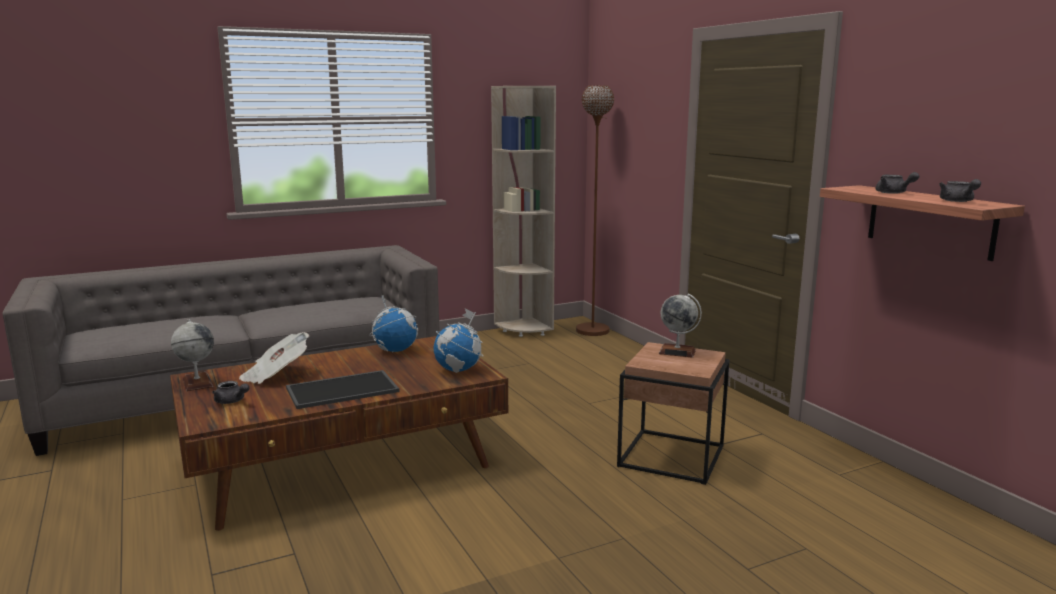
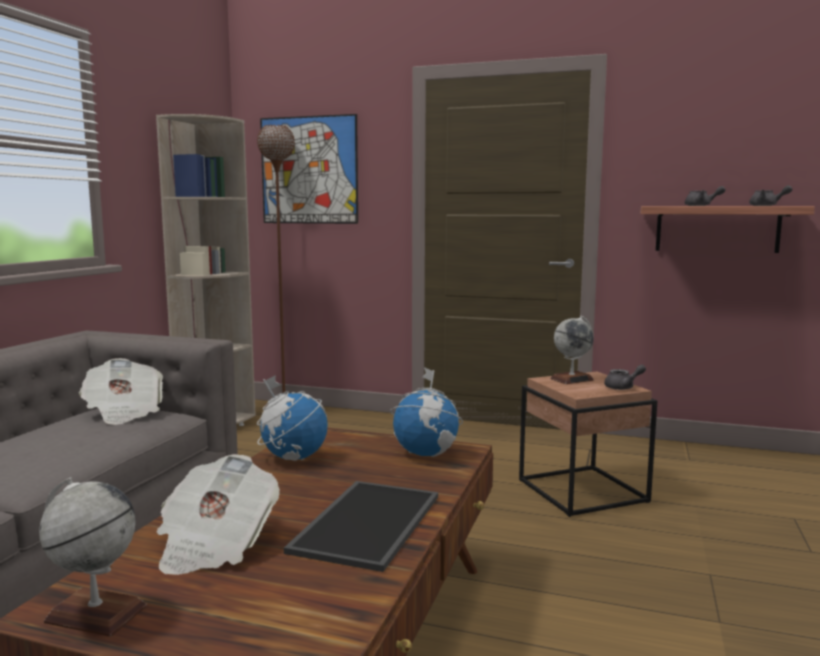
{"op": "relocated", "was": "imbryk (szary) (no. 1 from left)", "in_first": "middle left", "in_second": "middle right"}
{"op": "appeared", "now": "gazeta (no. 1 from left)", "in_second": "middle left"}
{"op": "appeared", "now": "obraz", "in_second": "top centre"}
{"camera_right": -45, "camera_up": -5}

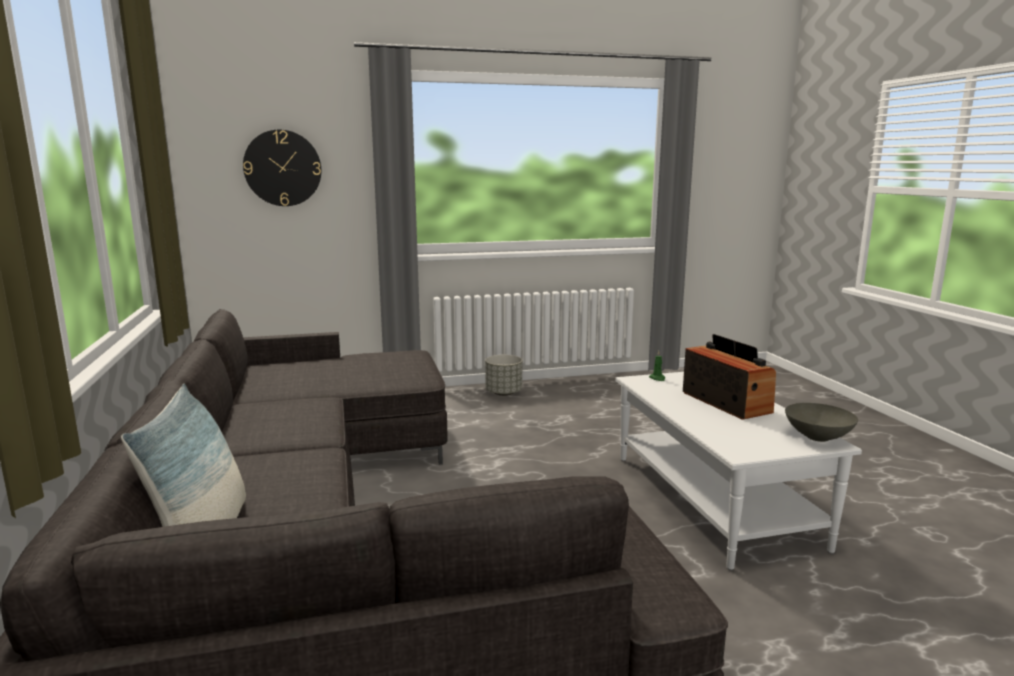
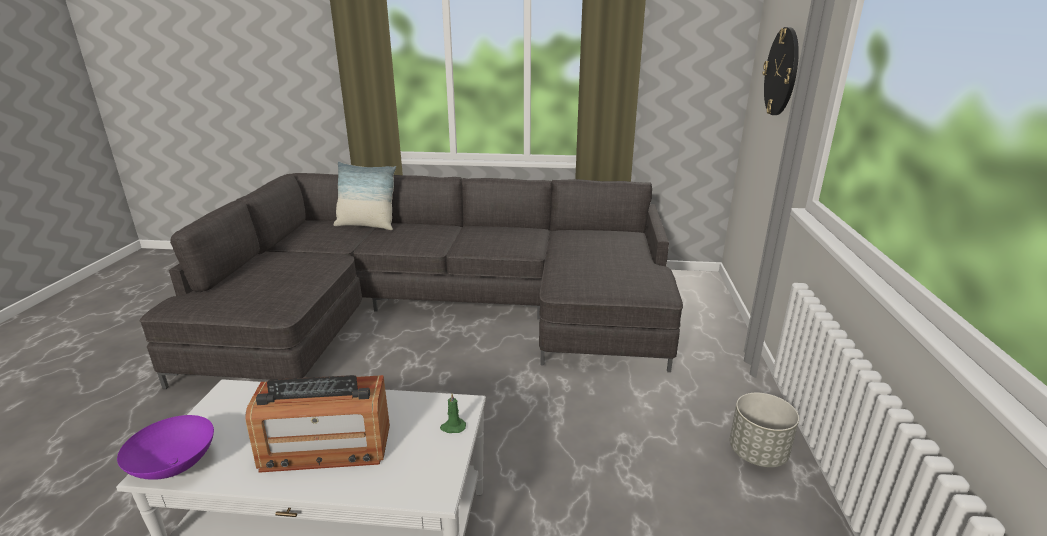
{"op": "colour", "was": "miska (szary)", "now": "miska (fioletowy)", "in_first": "middle right", "in_second": "bottom left"}
{"camera_right": 110, "camera_up": 10}

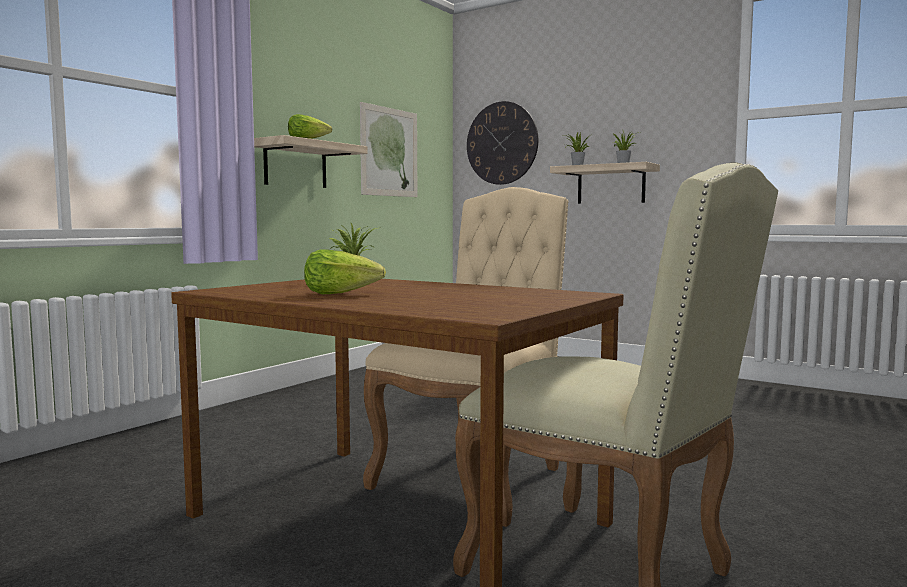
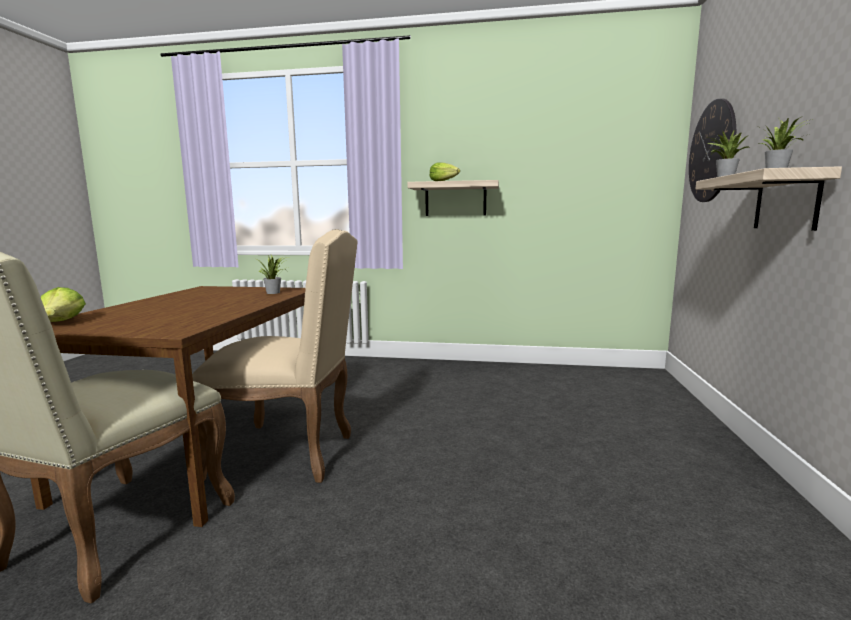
{"op": "relocated", "was": "sałata (no. 2 from left in the first image)", "now": "sałata (no. 1 from left)", "in_first": "centre", "in_second": "middle left"}
{"op": "missing", "was": "obraz", "in_first": "top centre"}
{"camera_right": 65, "camera_up": 5}

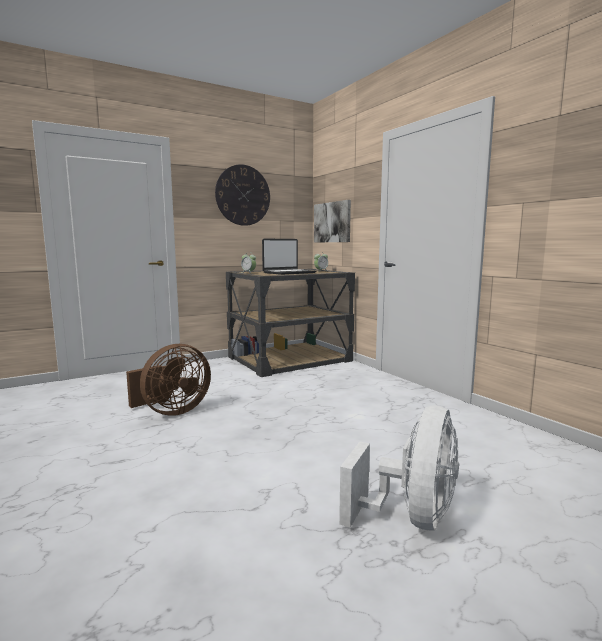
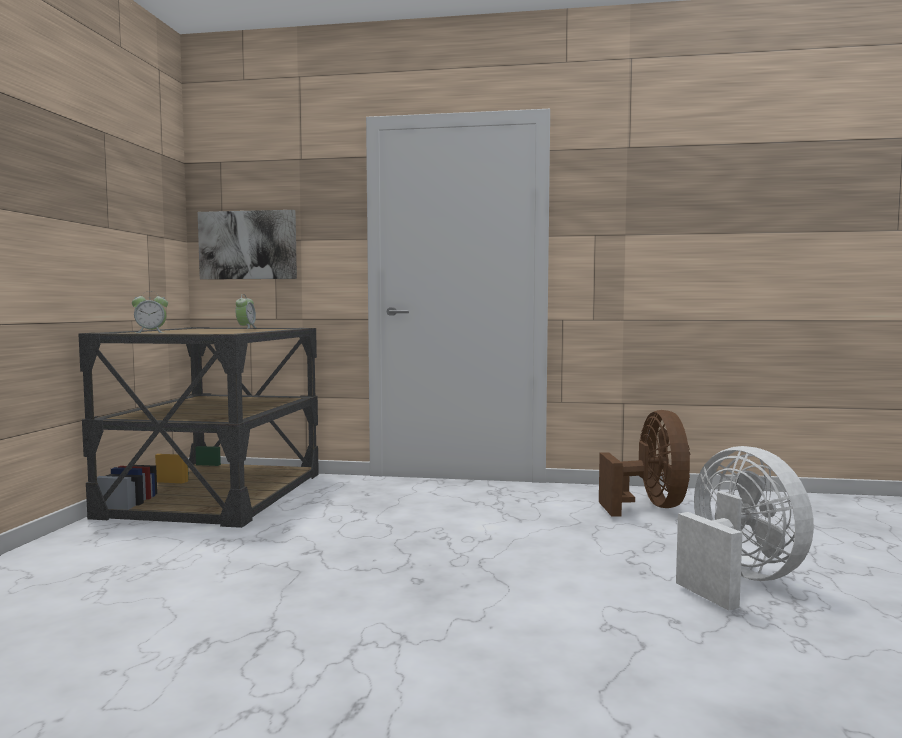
{"op": "relocated", "was": "wentylator (brązowy)", "in_first": "middle left", "in_second": "middle right"}
{"op": "missing", "was": "zegar ścienny", "in_first": "top centre"}
{"op": "missing", "was": "laptop", "in_first": "centre"}
{"camera_right": -50, "camera_up": -5}

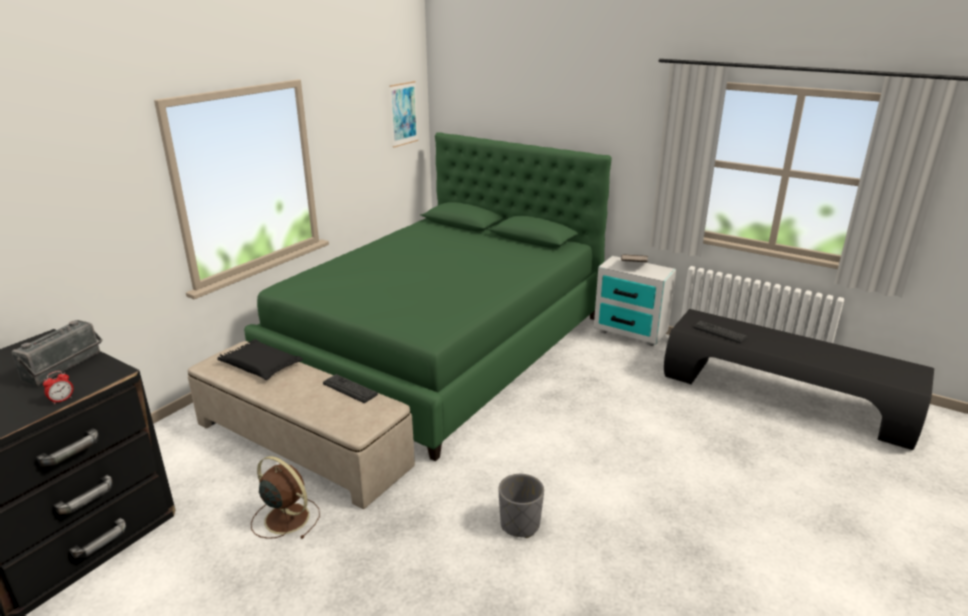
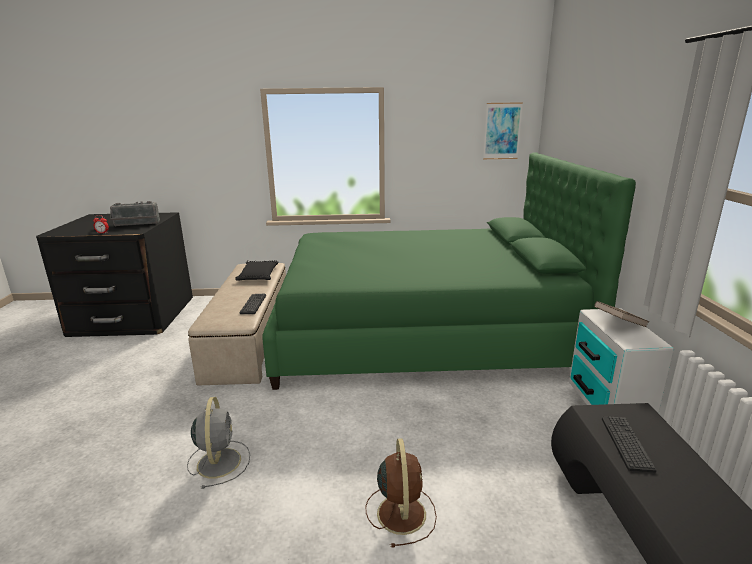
{"op": "relocated", "was": "wentylator (brązowy)", "in_first": "bottom left", "in_second": "bottom centre"}
{"op": "exchanged", "was": "donica (szary)", "now": "wentylator (szary)", "in_first": "bottom centre", "in_second": "bottom left"}
{"camera_right": 55, "camera_up": -5}

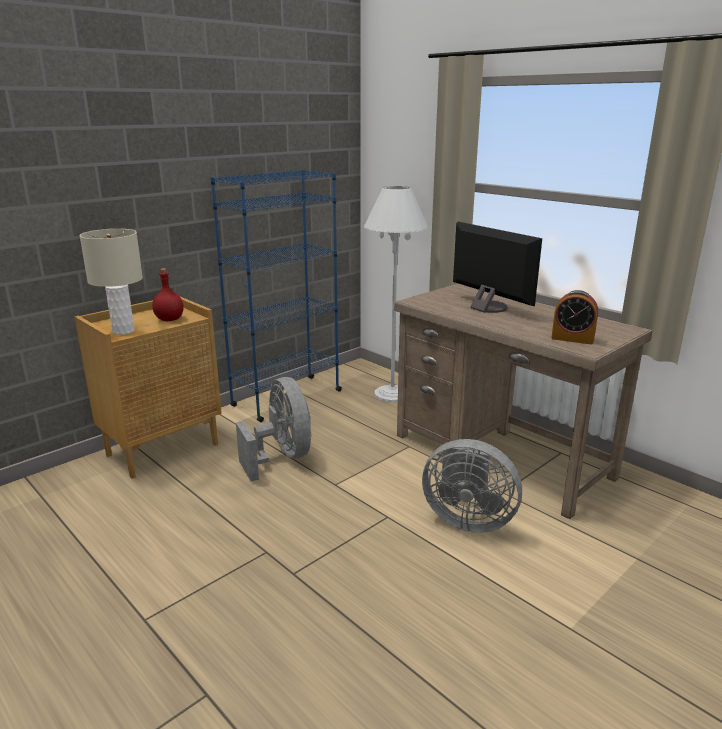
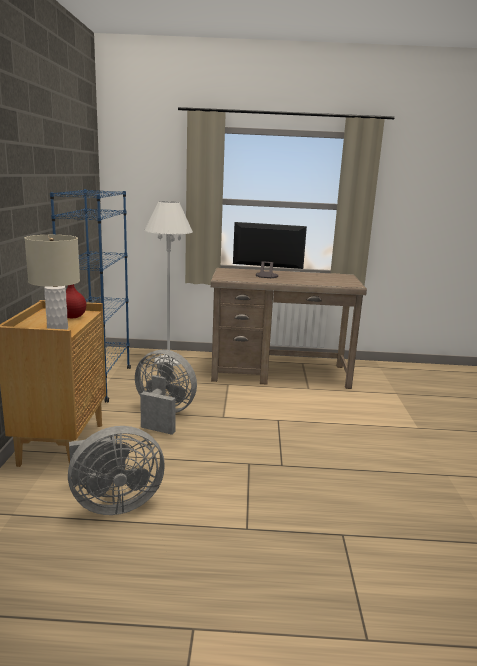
{"op": "relocated", "was": "wentylator (szary) (no. 2 from left in the first image)", "now": "wentylator (szary) (no. 1 from left)", "in_first": "bottom centre", "in_second": "bottom left"}
{"op": "missing", "was": "budzik", "in_first": "middle right"}
{"camera_right": -45, "camera_up": -5}

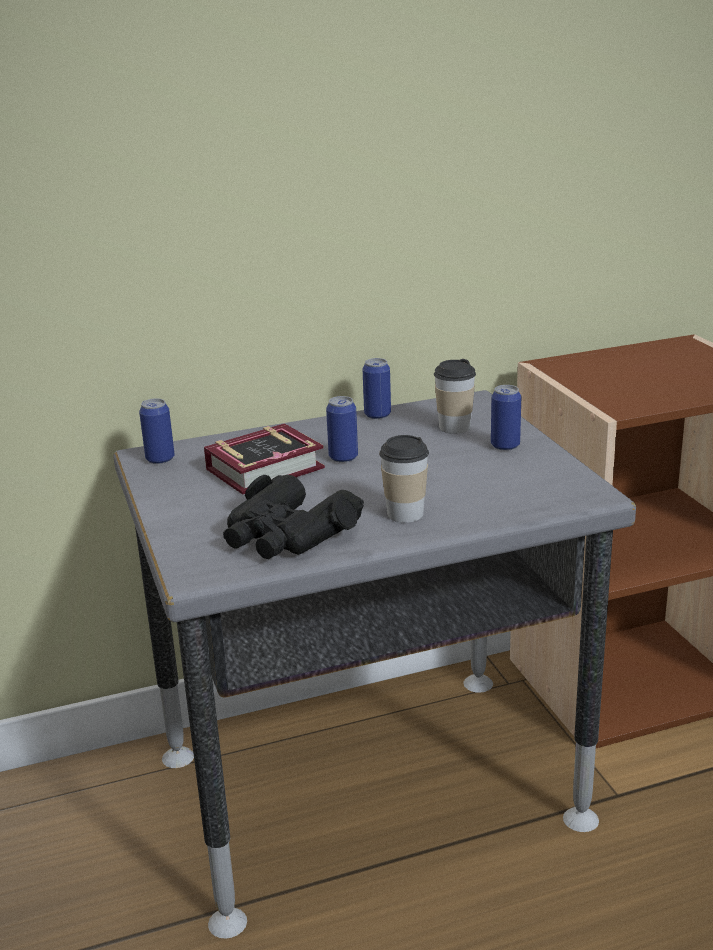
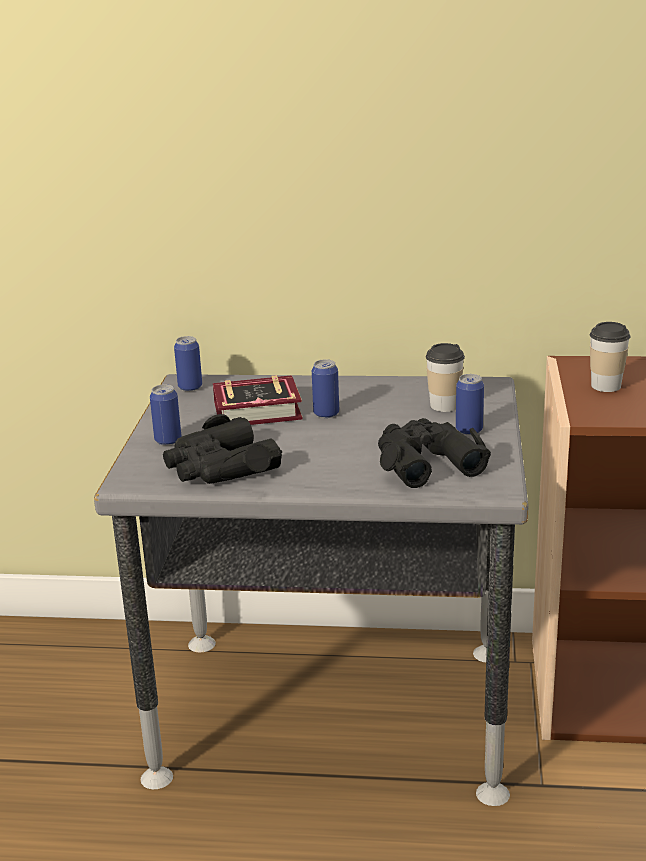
{"op": "relocated", "was": "puszka (no. 3 from left in the first image)", "now": "puszka (no. 1 from left)", "in_first": "centre", "in_second": "middle left"}
{"op": "relocated", "was": "filiżanka (no. 1 from left in the first image)", "now": "filiżanka (no. 2 from left)", "in_first": "centre", "in_second": "middle right"}
{"op": "appeared", "now": "lornetka (czarny) (no. 2 from left)", "in_second": "middle right"}
{"camera_right": 25, "camera_up": 0}

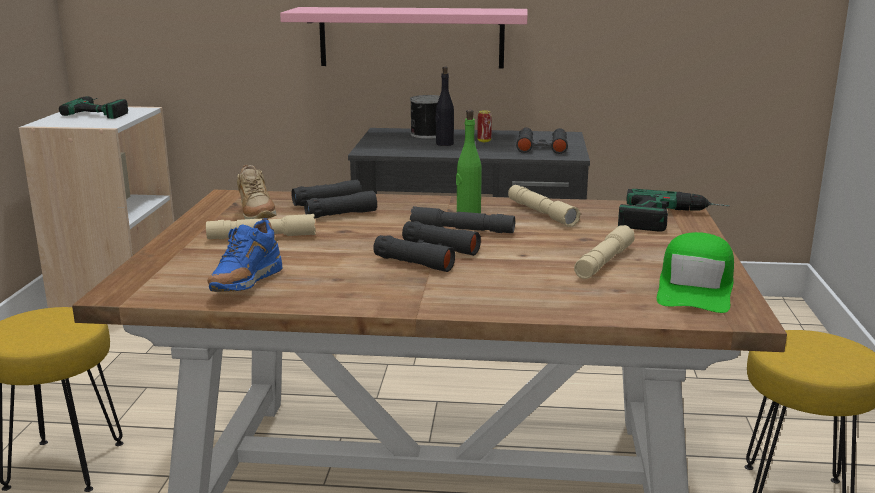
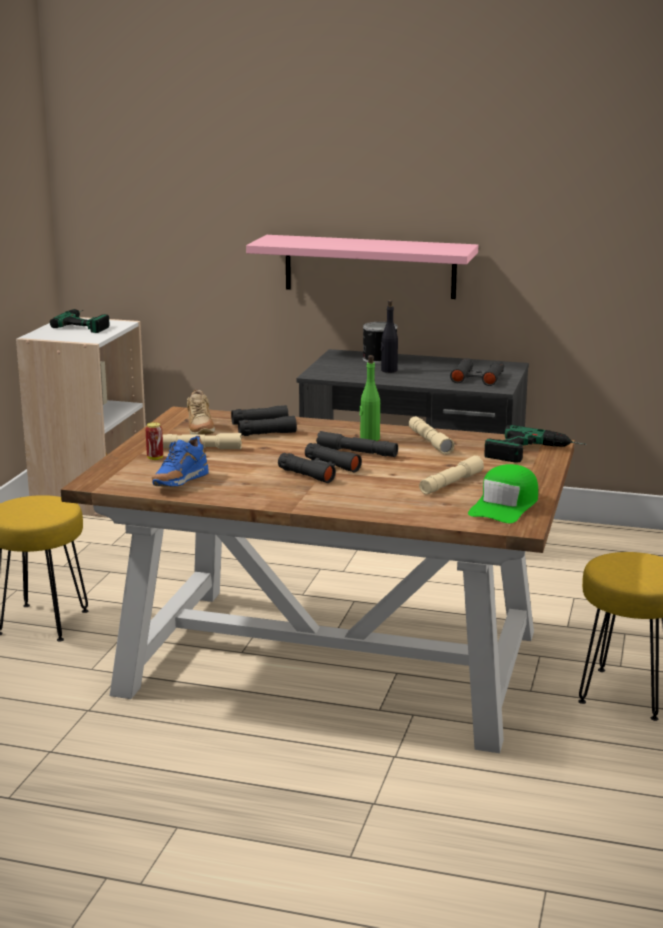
{"op": "relocated", "was": "puszka (no. 2 from left in the first image)", "now": "puszka (no. 1 from left)", "in_first": "top centre", "in_second": "middle left"}
{"camera_right": 10, "camera_up": 0}

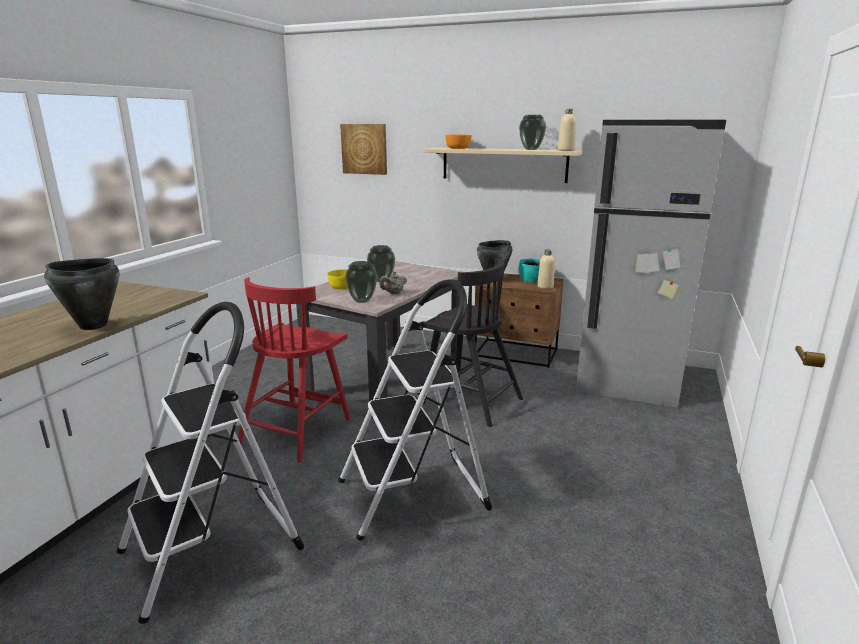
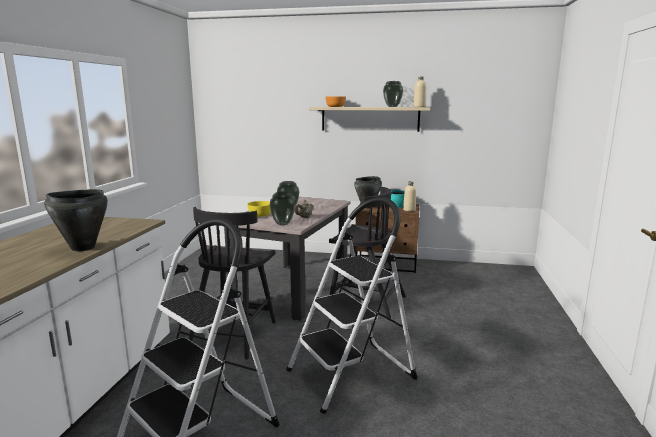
{"op": "colour", "was": "krzesło (czerwony)", "now": "krzesło (czarny) (no. 1 from left)", "in_first": "centre", "in_second": "centre"}
{"op": "missing", "was": "obraz", "in_first": "top centre"}
{"op": "missing", "was": "lodówka (szary)", "in_first": "middle right"}
{"camera_right": -10, "camera_up": -5}

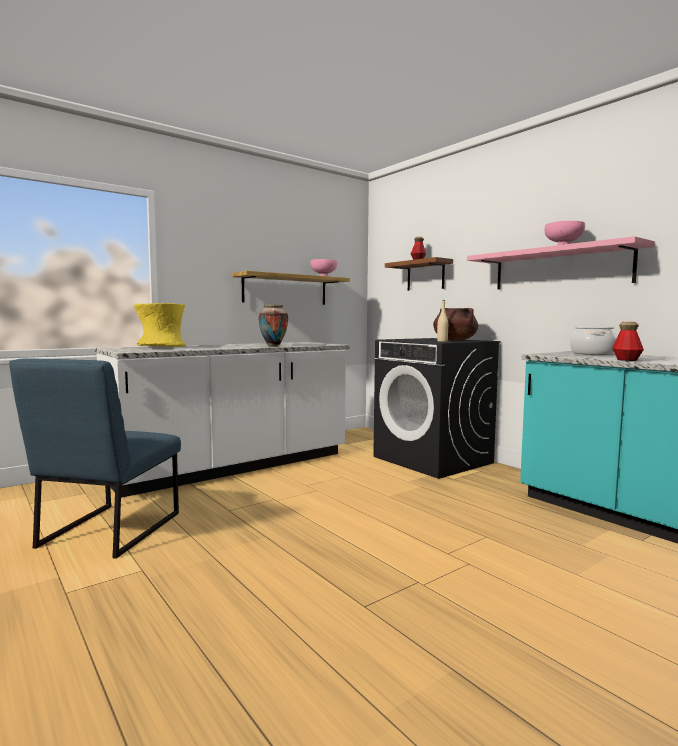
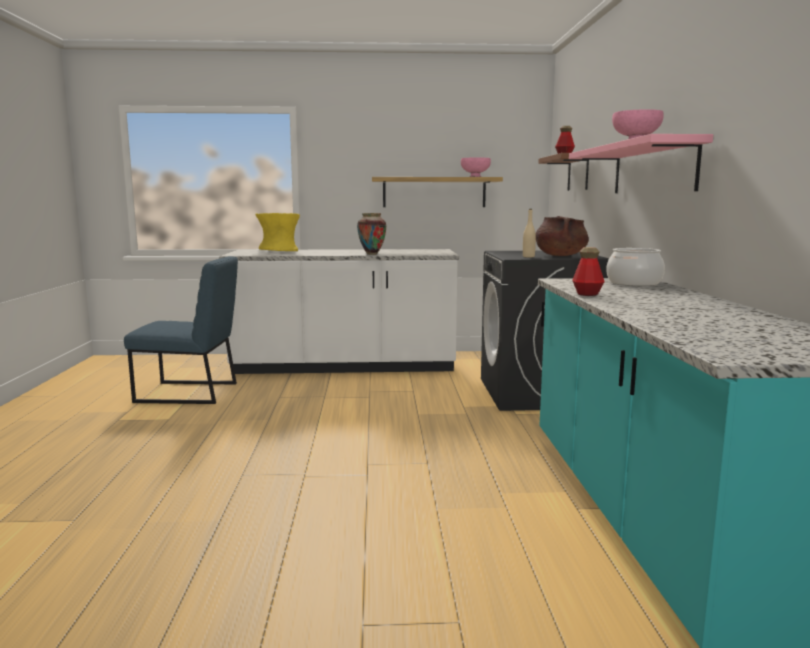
{"op": "spun", "was": "krzesło (niebieski)", "in_first": "middle left", "in_second": "middle left", "clockwise": -135}
{"camera_right": 35, "camera_up": 5}

